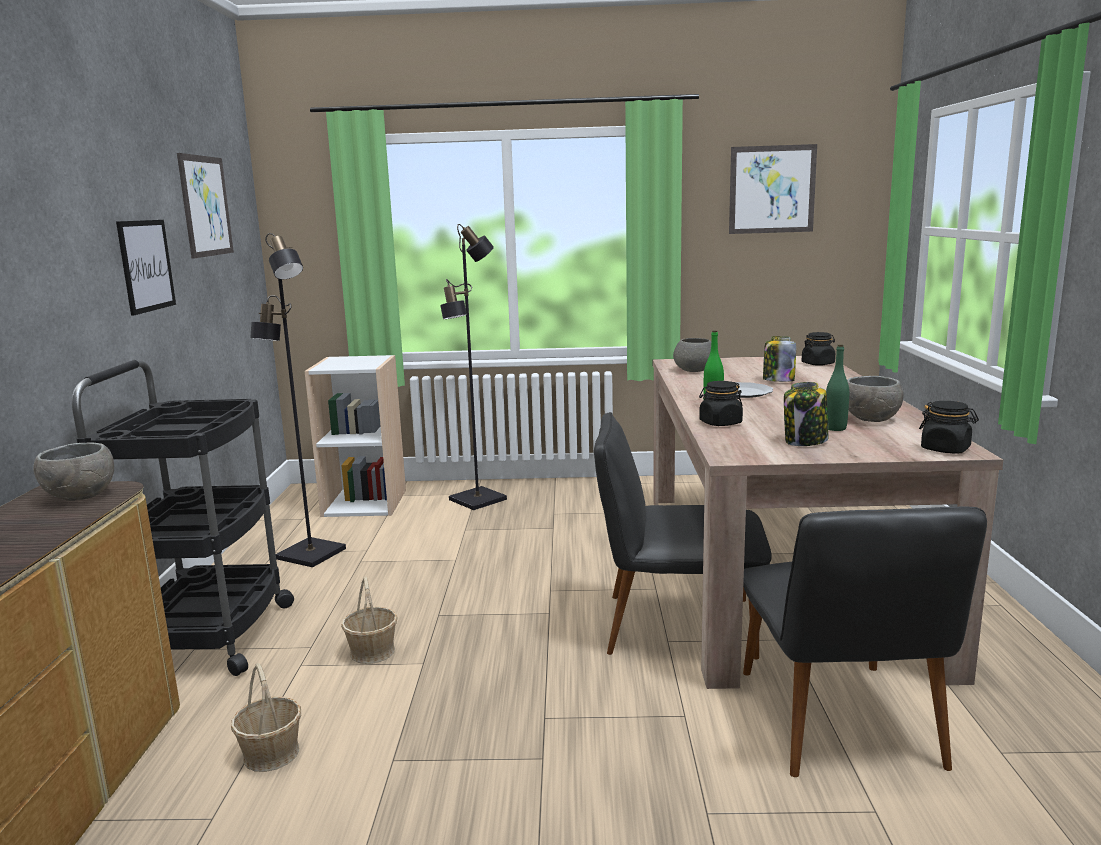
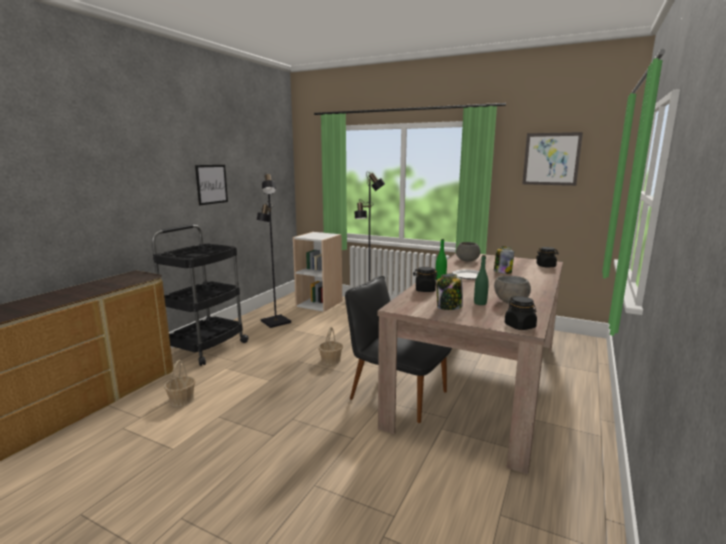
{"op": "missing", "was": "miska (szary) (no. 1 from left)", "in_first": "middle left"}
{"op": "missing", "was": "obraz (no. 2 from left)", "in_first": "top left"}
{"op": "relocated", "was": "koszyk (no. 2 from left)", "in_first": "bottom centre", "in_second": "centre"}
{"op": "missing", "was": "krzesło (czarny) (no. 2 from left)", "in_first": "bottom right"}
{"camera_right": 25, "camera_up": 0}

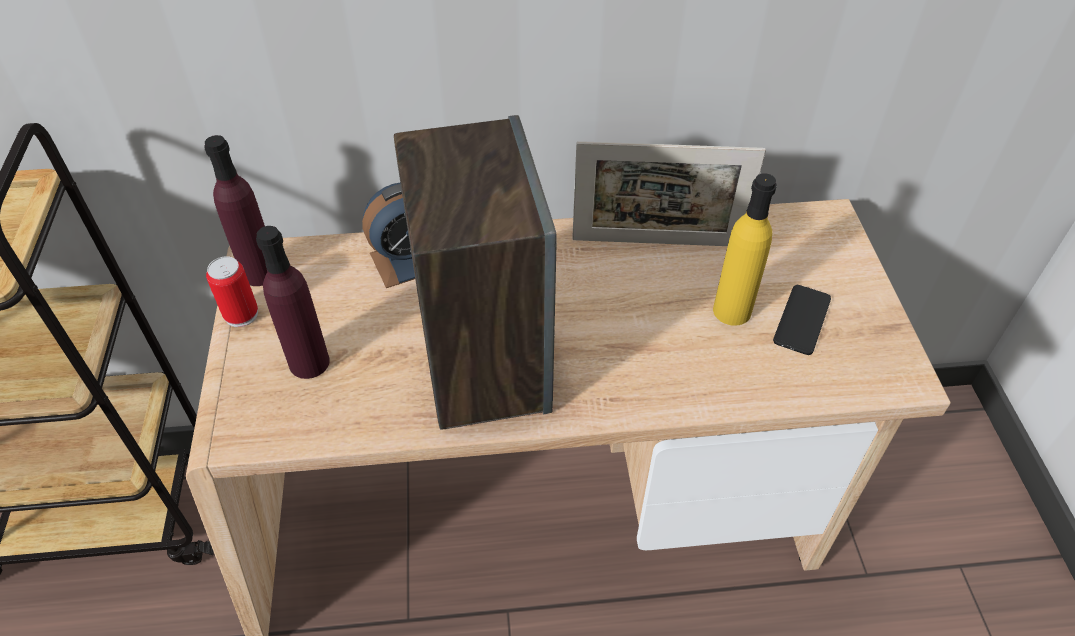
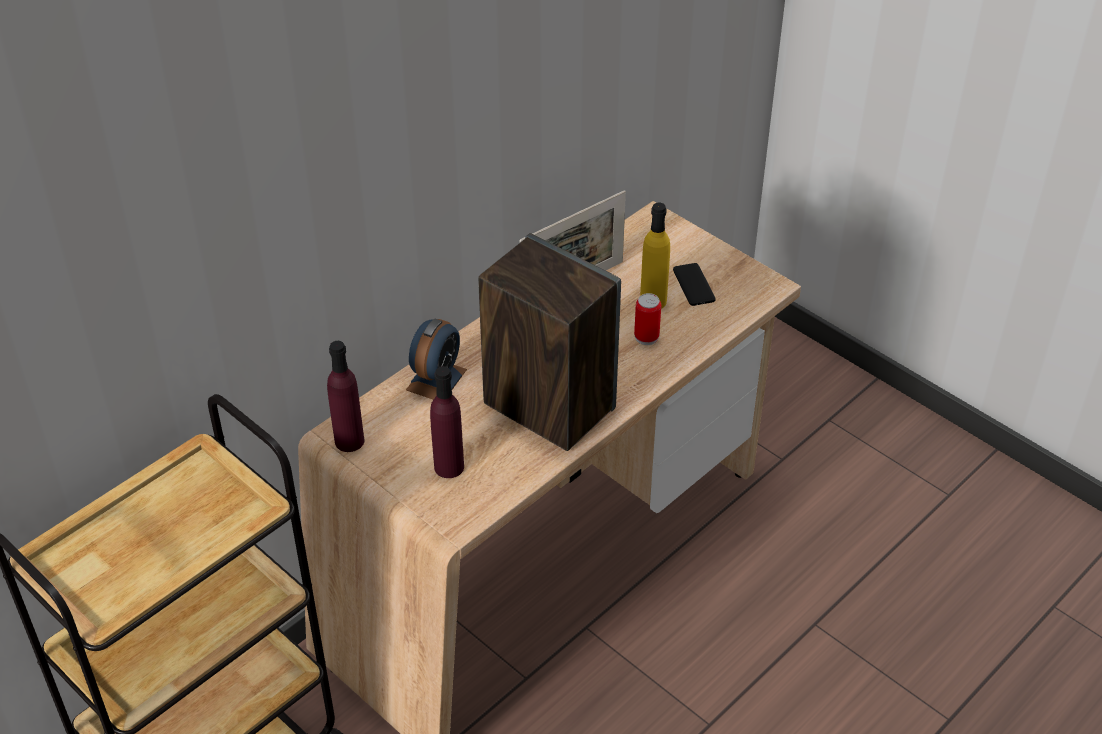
{"op": "relocated", "was": "puszka", "in_first": "middle left", "in_second": "centre"}
{"camera_right": -40, "camera_up": -5}

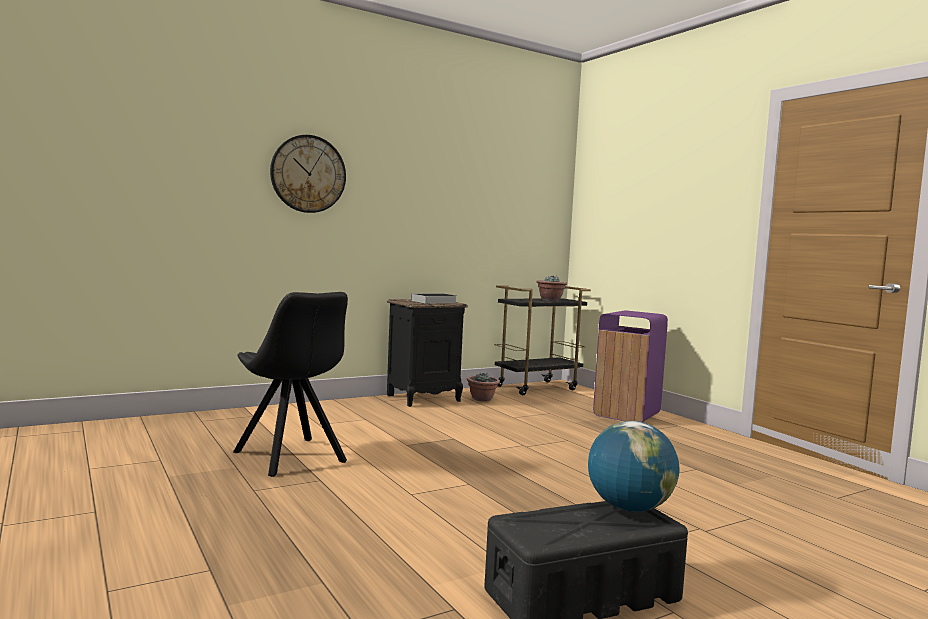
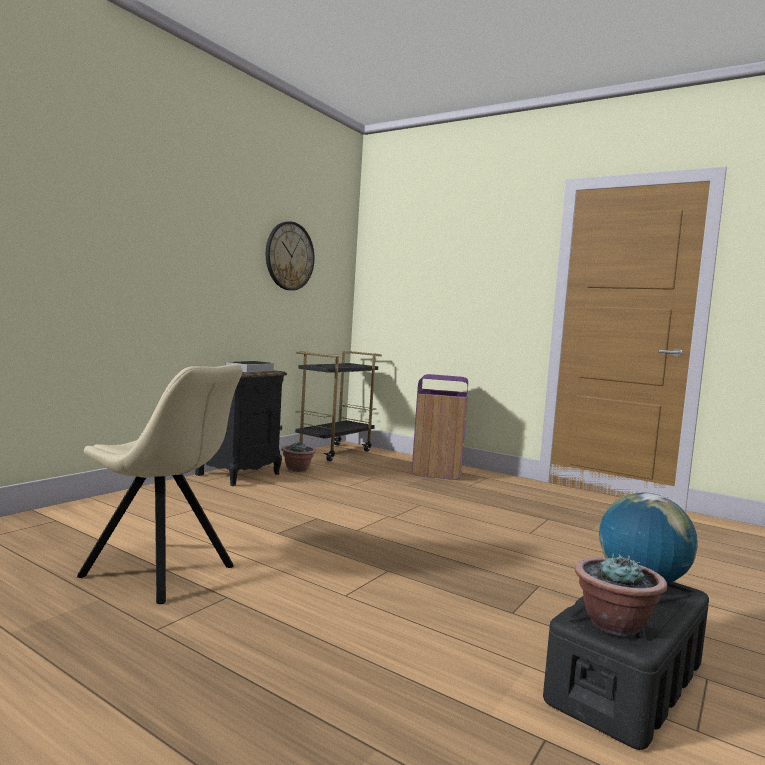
{"op": "colour", "was": "krzesło (czarny)", "now": "krzesło (beżowy)", "in_first": "middle left", "in_second": "middle left"}
{"op": "relocated", "was": "zegar ścienny", "in_first": "top left", "in_second": "centre"}
{"op": "relocated", "was": "roślina doniczkowa (no. 2 from left)", "in_first": "centre", "in_second": "bottom right"}
{"camera_right": -25, "camera_up": 0}

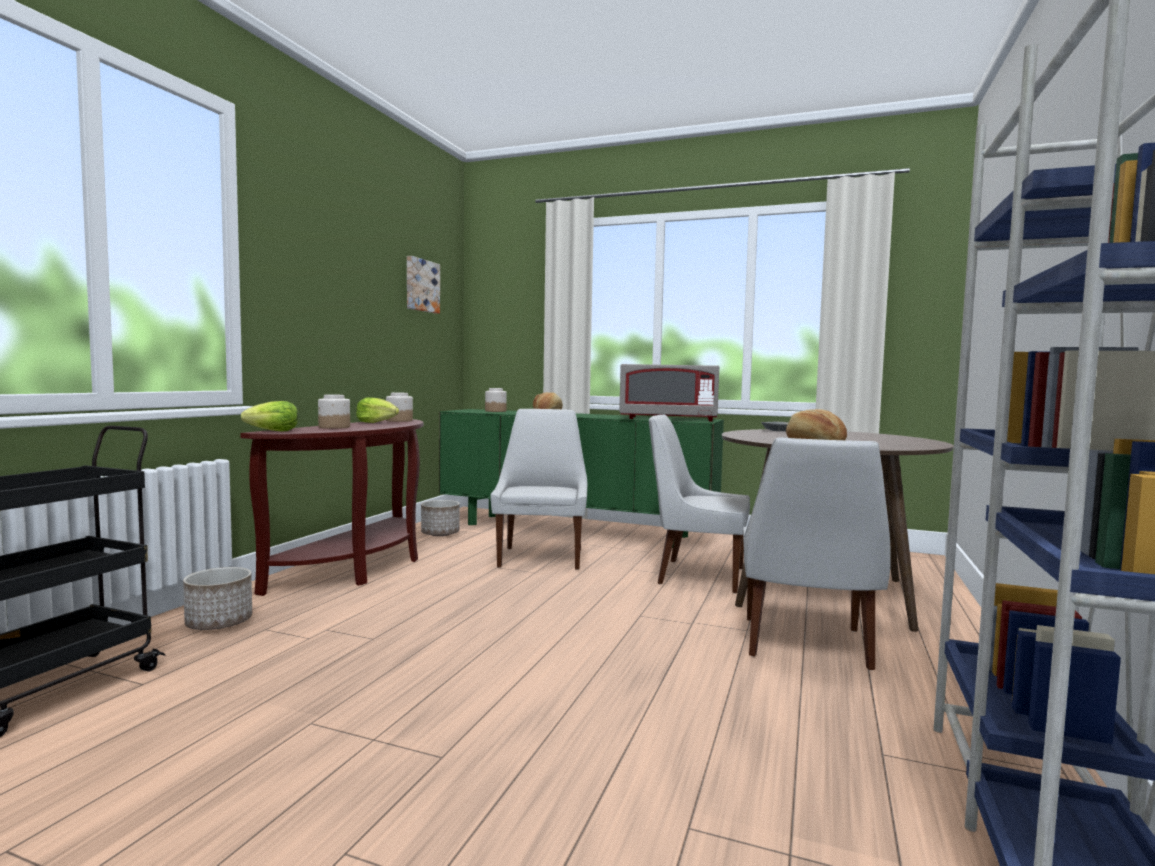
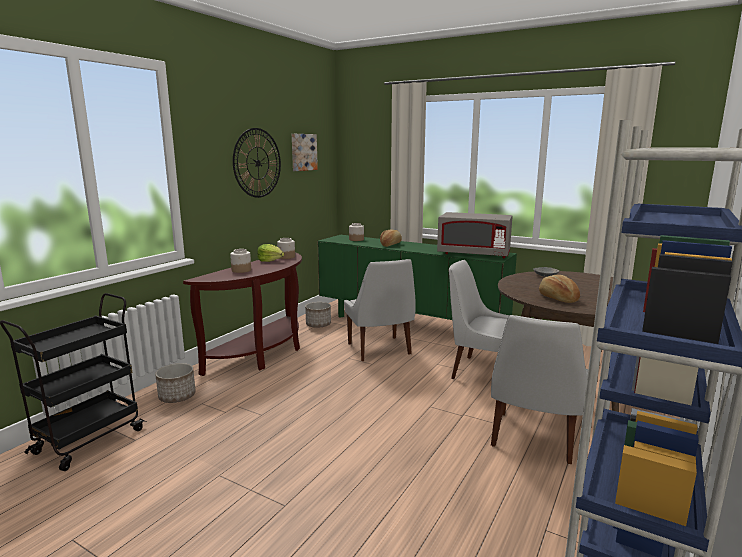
{"op": "missing", "was": "sałata (no. 1 from left)", "in_first": "middle left"}
{"op": "spun", "was": "krzesło (biały) (no. 1 from left)", "in_first": "centre", "in_second": "centre", "clockwise": 150}
{"op": "appeared", "now": "zegar ścienny", "in_second": "top centre"}
{"camera_right": 10, "camera_up": 10}

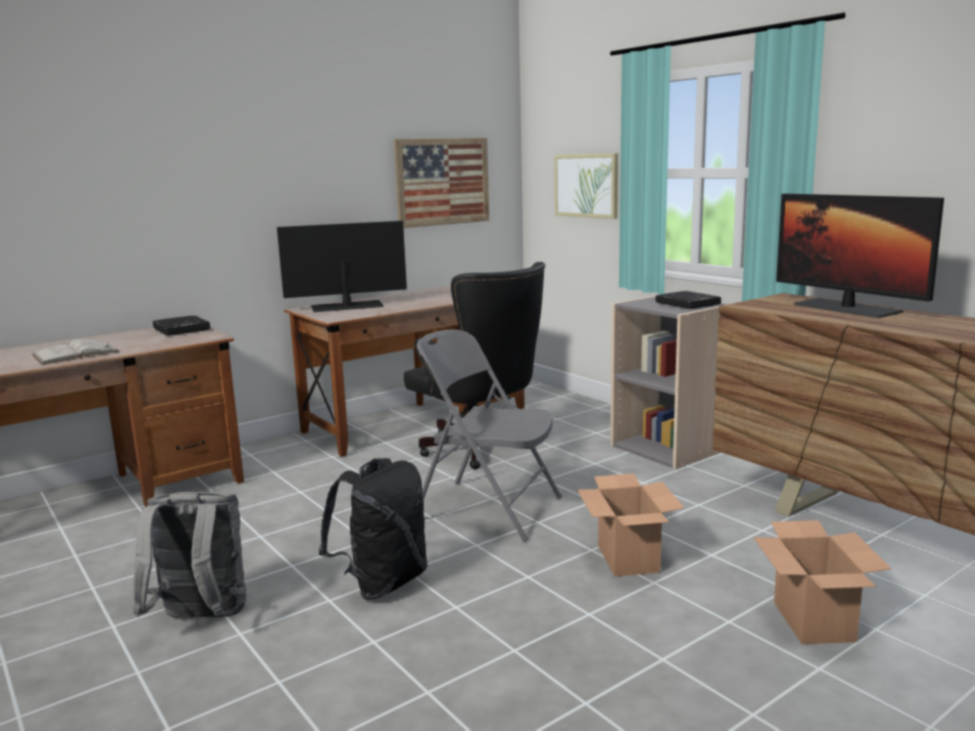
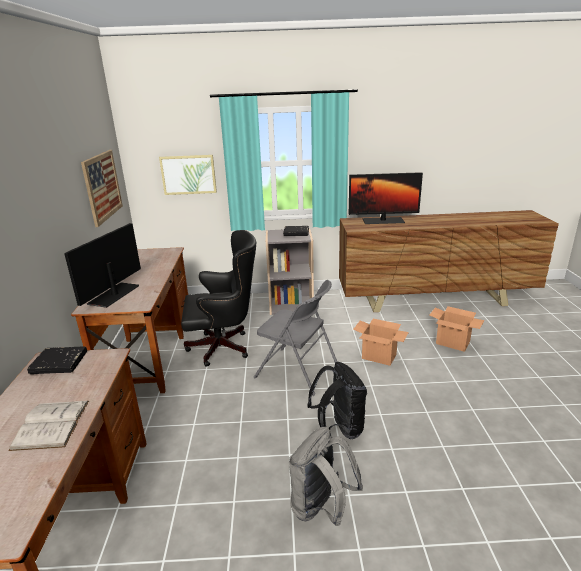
{"op": "spun", "was": "krzesło (szary)", "in_first": "centre", "in_second": "centre", "clockwise": -120}
{"camera_right": -55, "camera_up": 10}

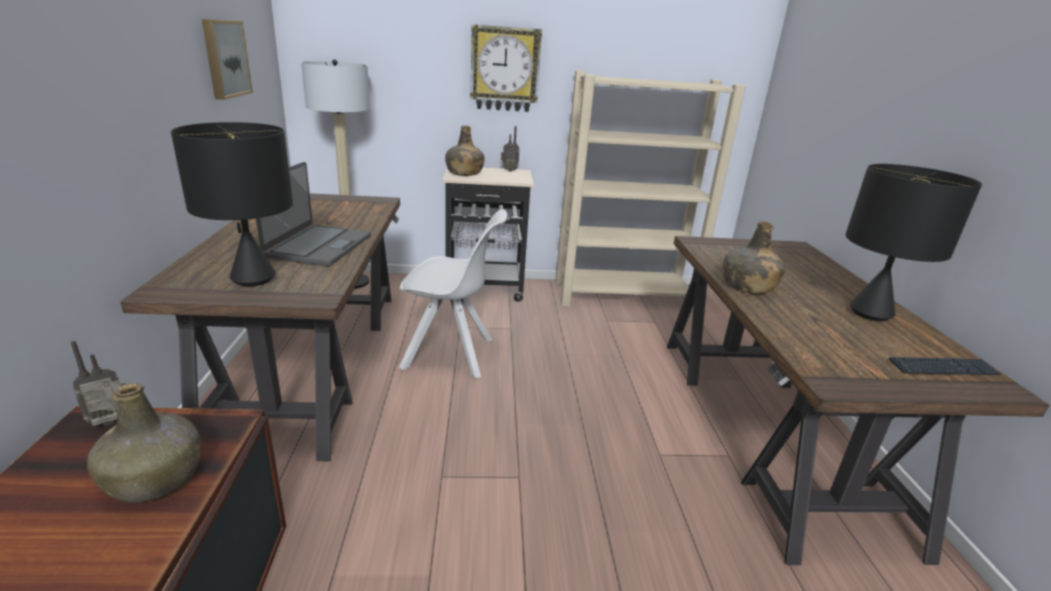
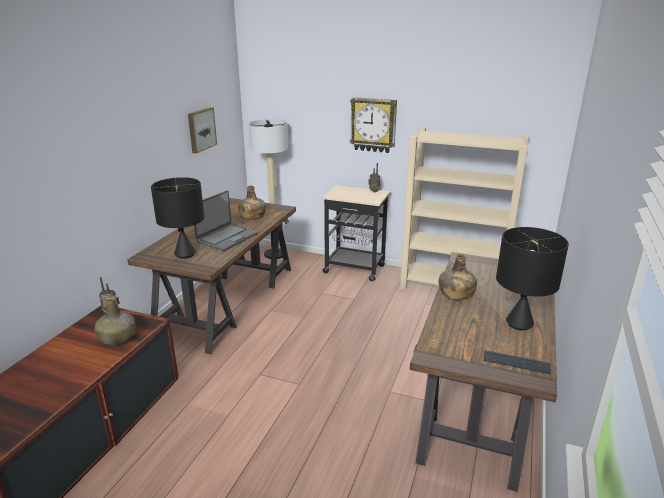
{"op": "missing", "was": "krzesło (biały)", "in_first": "centre"}
{"op": "relocated", "was": "butelka (zielony) (no. 2 from left)", "in_first": "top centre", "in_second": "centre"}
{"camera_right": 25, "camera_up": 0}

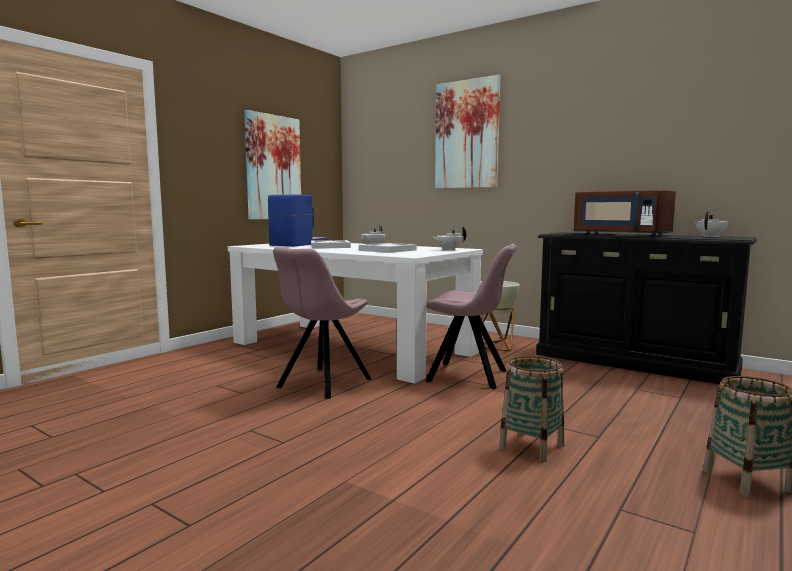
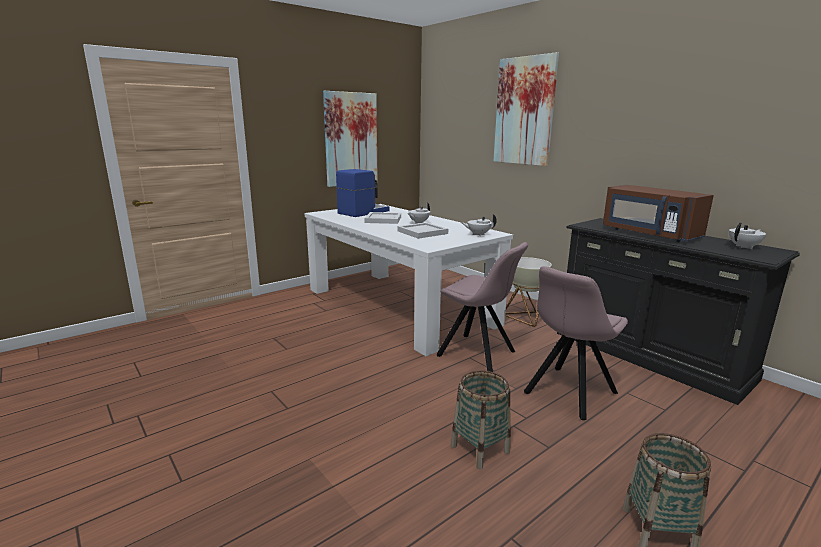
{"op": "relocated", "was": "krzesło (różowy) (no. 1 from left in the first image)", "now": "krzesło (różowy) (no. 2 from left)", "in_first": "centre", "in_second": "middle right"}
{"camera_right": 15, "camera_up": 10}

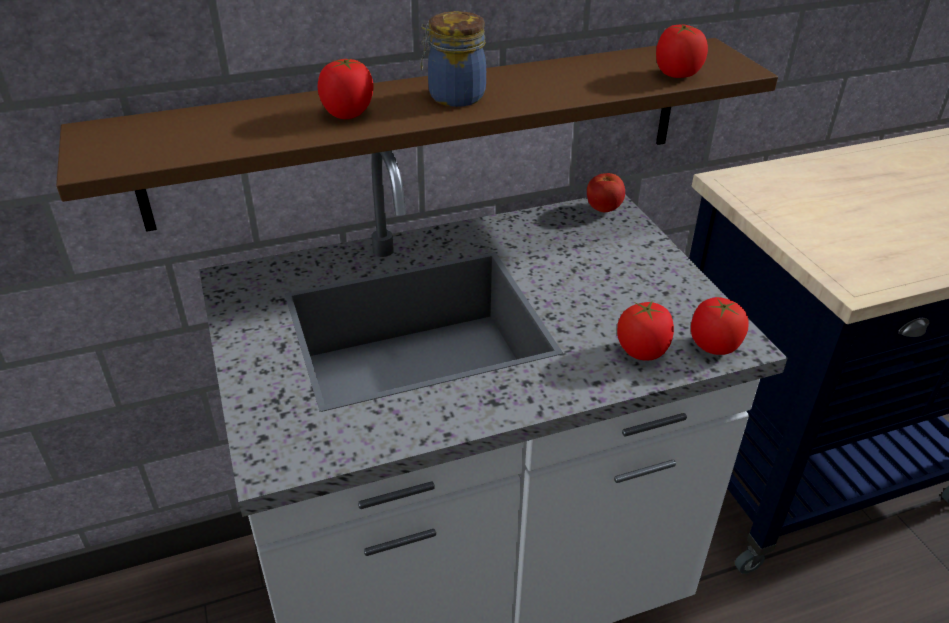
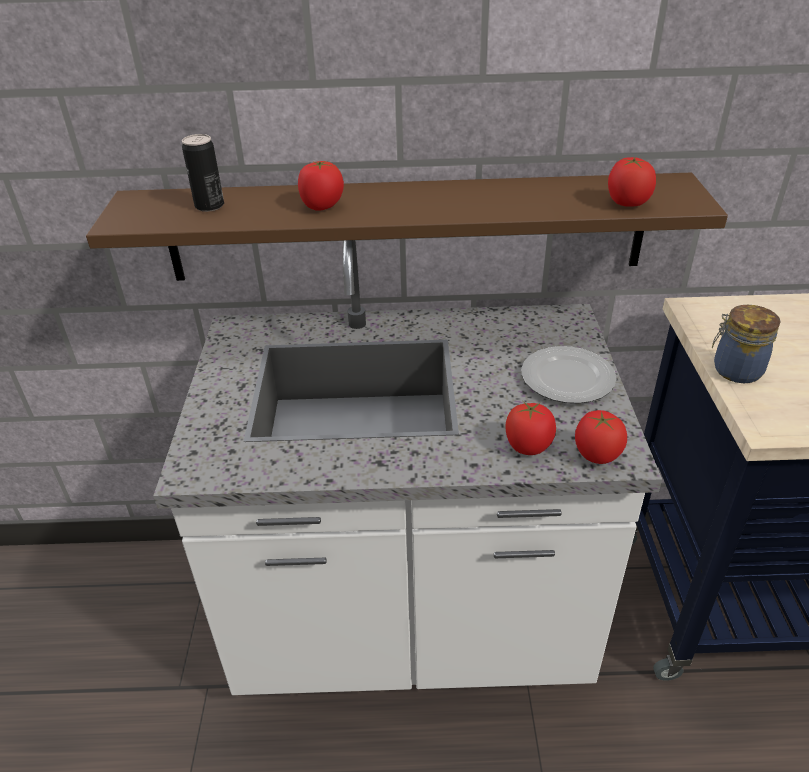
{"op": "relocated", "was": "słoik", "in_first": "top centre", "in_second": "middle right"}
{"op": "missing", "was": "pomidor (no. 2 from left)", "in_first": "top centre"}
{"op": "appeared", "now": "puszka", "in_second": "top left"}
{"op": "appeared", "now": "talerz", "in_second": "middle right"}
{"camera_right": 20, "camera_up": 0}

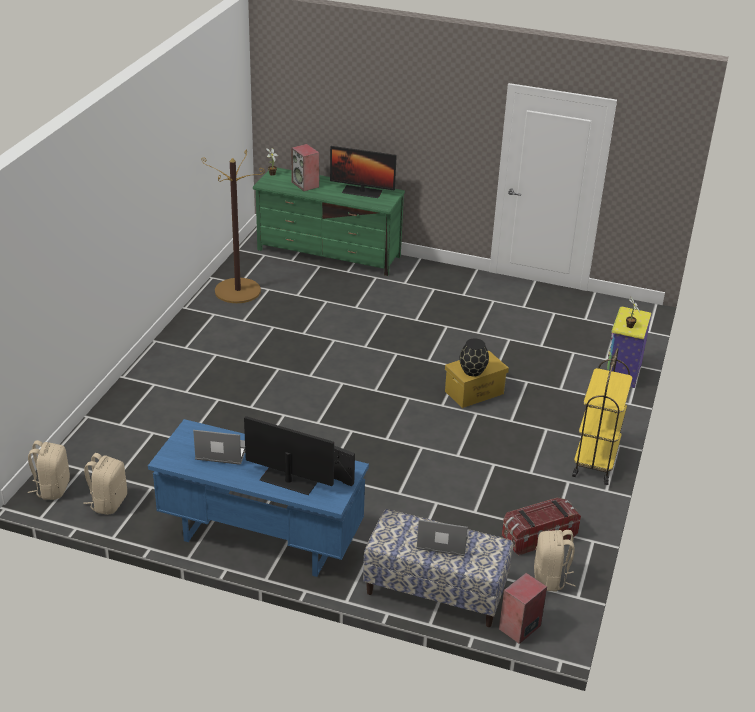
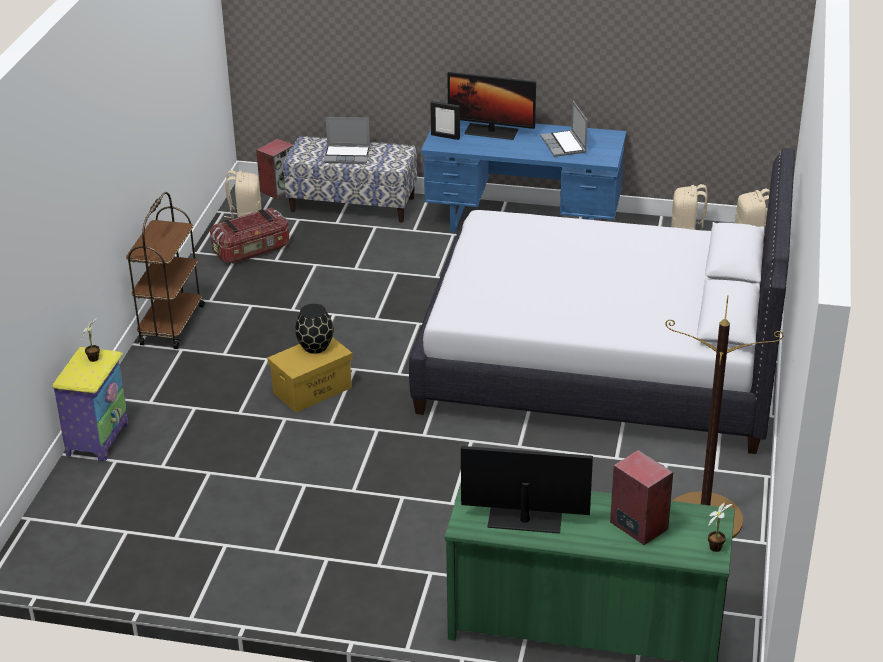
{"op": "spun", "was": "laptop (no. 1 from left in the first image)", "in_first": "middle left", "in_second": "top centre", "clockwise": 75}
{"op": "colour", "was": "wózek (żółty)", "now": "wózek (brązowy)", "in_first": "middle right", "in_second": "middle left"}
{"op": "appeared", "now": "łóżko (biały)", "in_second": "middle right"}
{"camera_right": 175, "camera_up": 0}

